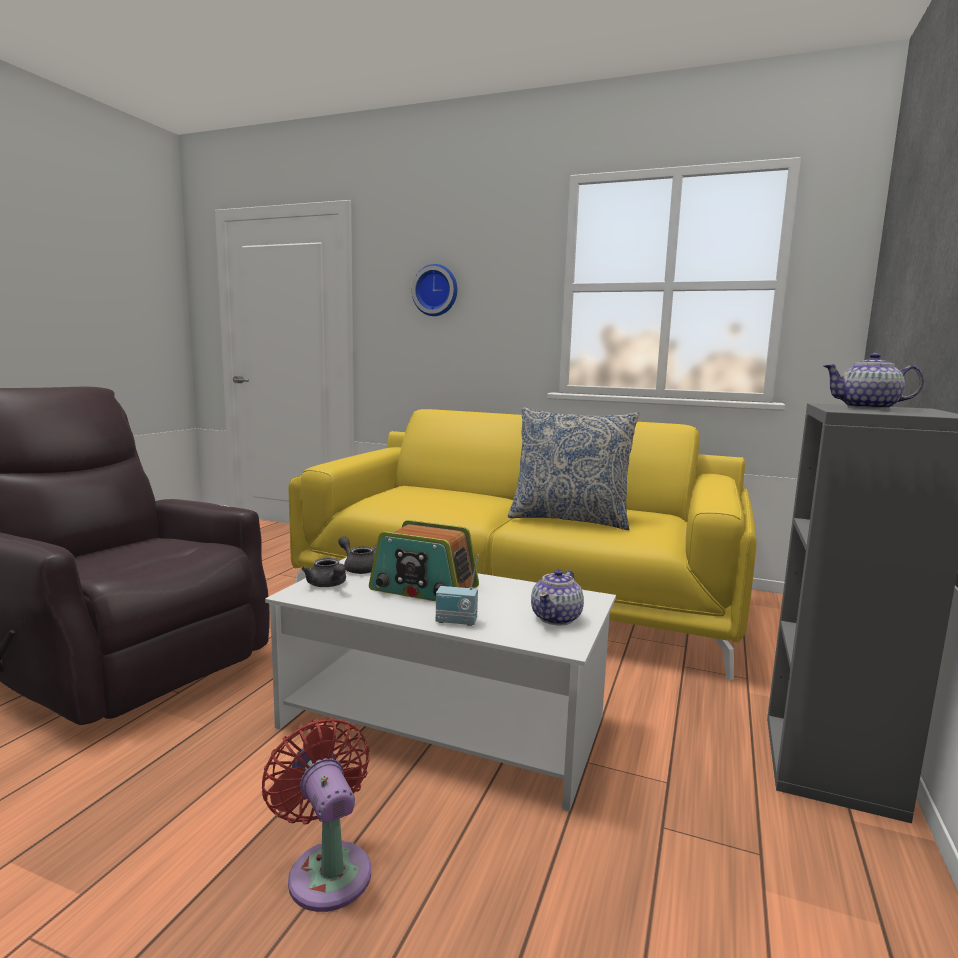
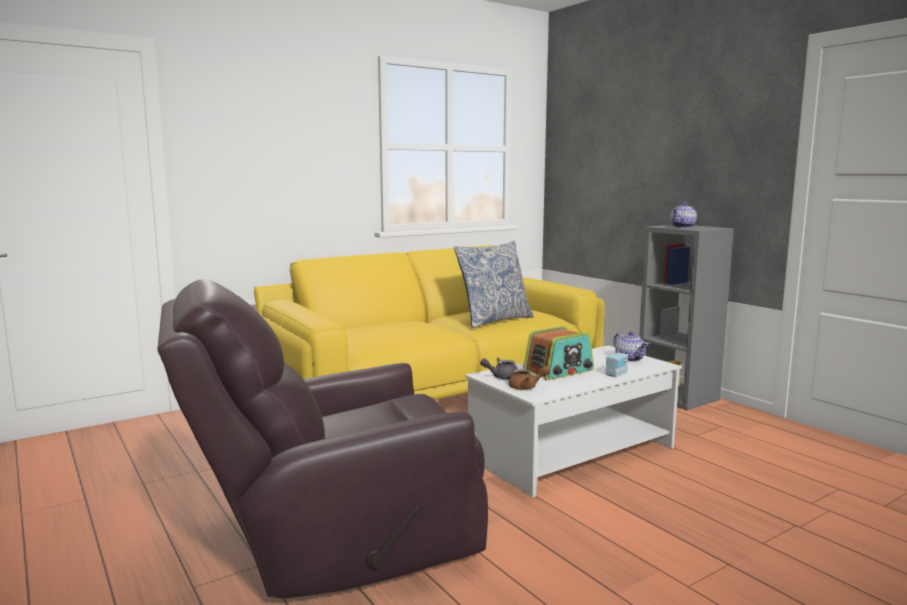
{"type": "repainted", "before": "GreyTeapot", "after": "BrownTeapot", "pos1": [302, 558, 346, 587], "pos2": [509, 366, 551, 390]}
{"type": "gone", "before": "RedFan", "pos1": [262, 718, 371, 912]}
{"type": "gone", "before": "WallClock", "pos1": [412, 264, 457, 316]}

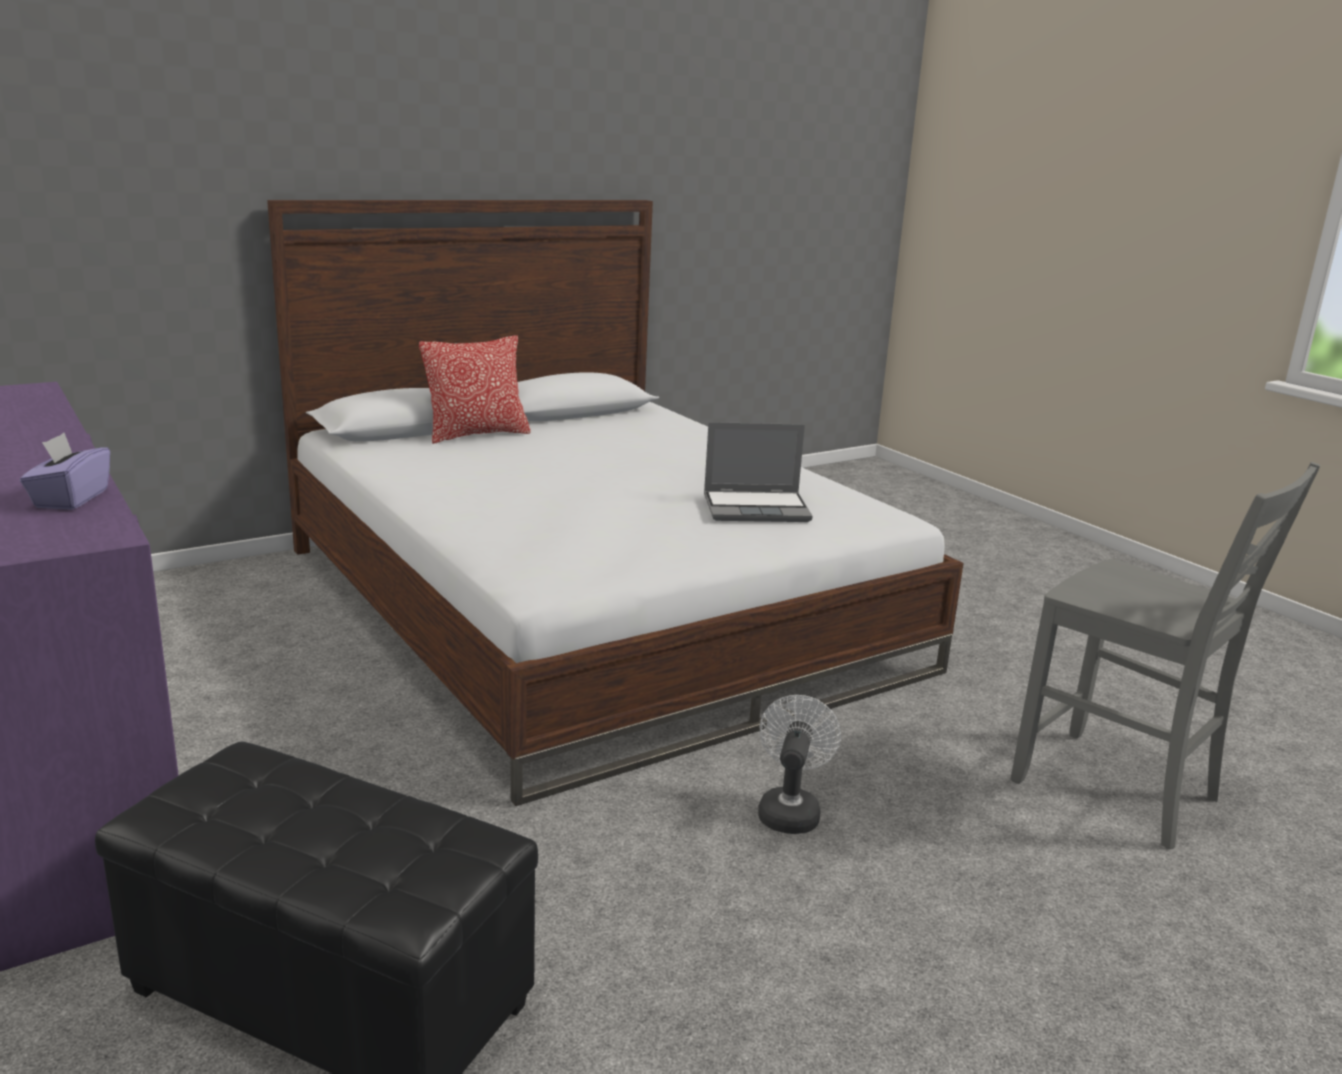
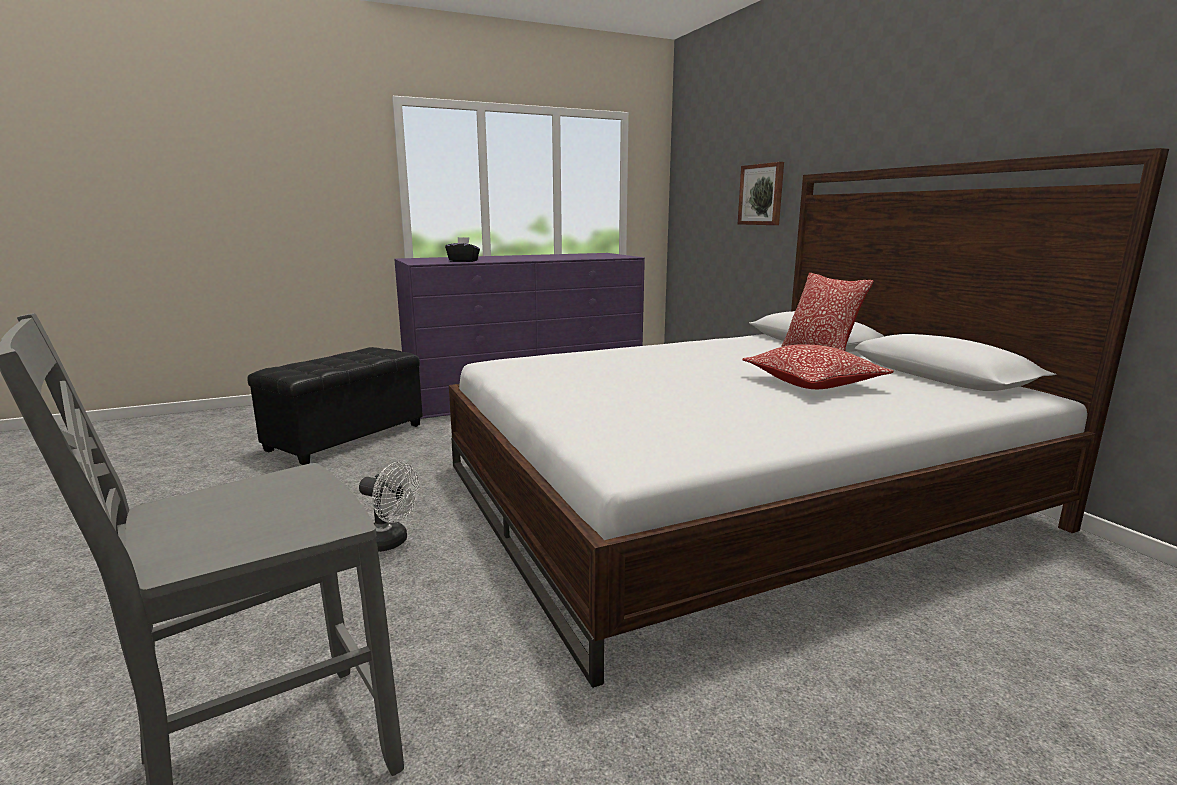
{"type": "repainted", "before": "PurpleTissueBox", "after": "BlackTissueBox", "pos1": [20, 433, 110, 510], "pos2": [445, 237, 480, 262]}
{"type": "new", "after": "Picture", "pos2": [738, 162, 784, 225]}
{"type": "new", "after": "Pillow", "pos2": [742, 344, 894, 389]}
{"type": "gone", "before": "Laptop", "pos1": [704, 422, 813, 522]}

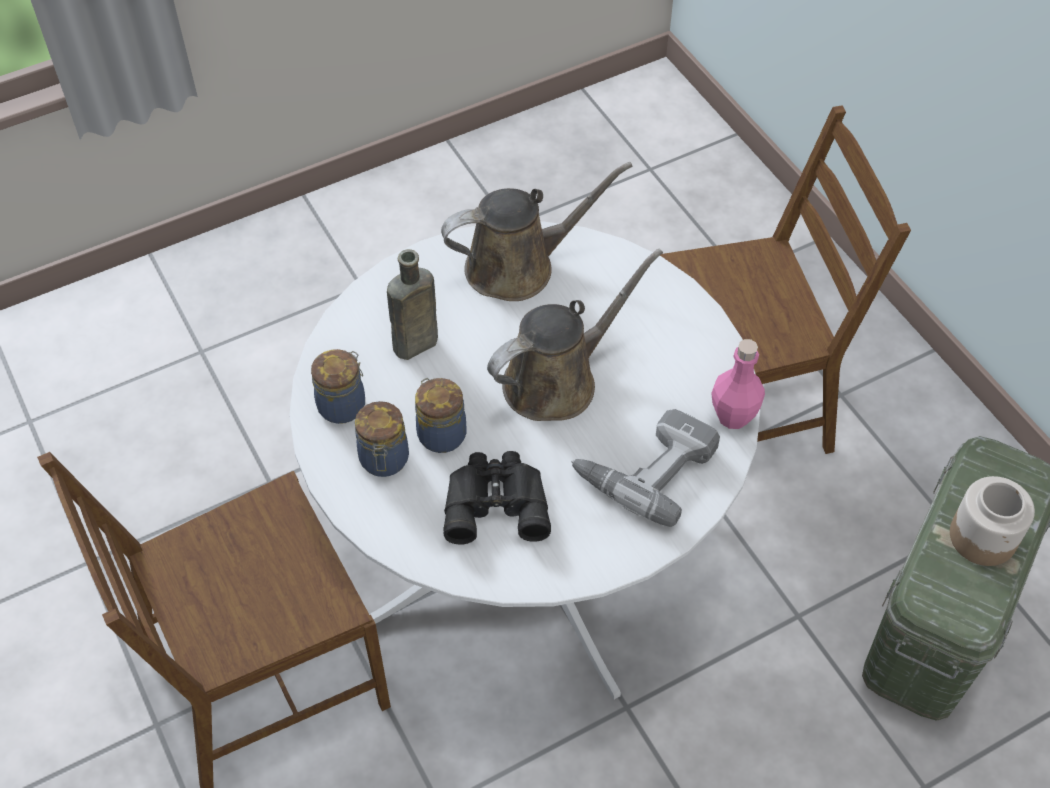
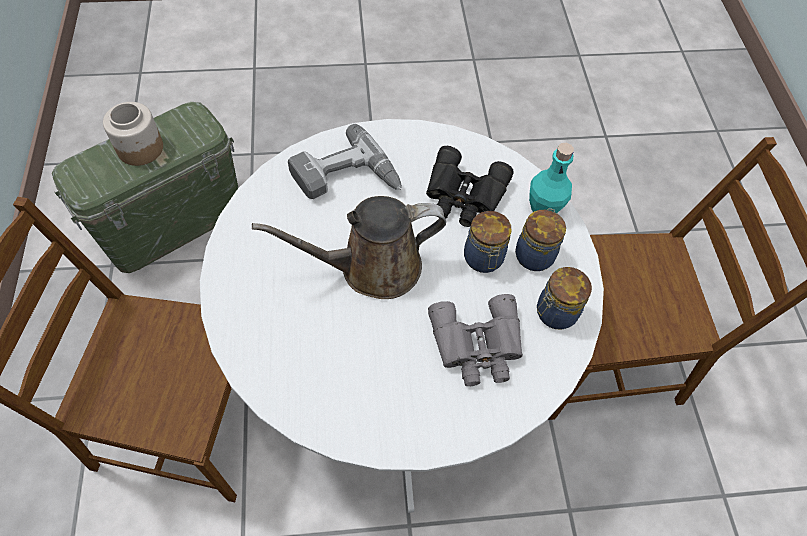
{"type": "swapped", "before": "BrownBottle", "after": "GreyBinoculars", "pos1": [387, 249, 438, 360], "pos2": [428, 294, 523, 386]}
{"type": "new", "after": "TurquoiseBottle", "pos2": [529, 143, 574, 213]}
{"type": "gone", "before": "BrownWateringCan", "pos1": [441, 162, 633, 301]}
{"type": "gone", "before": "PinkBottle", "pos1": [711, 339, 765, 429]}

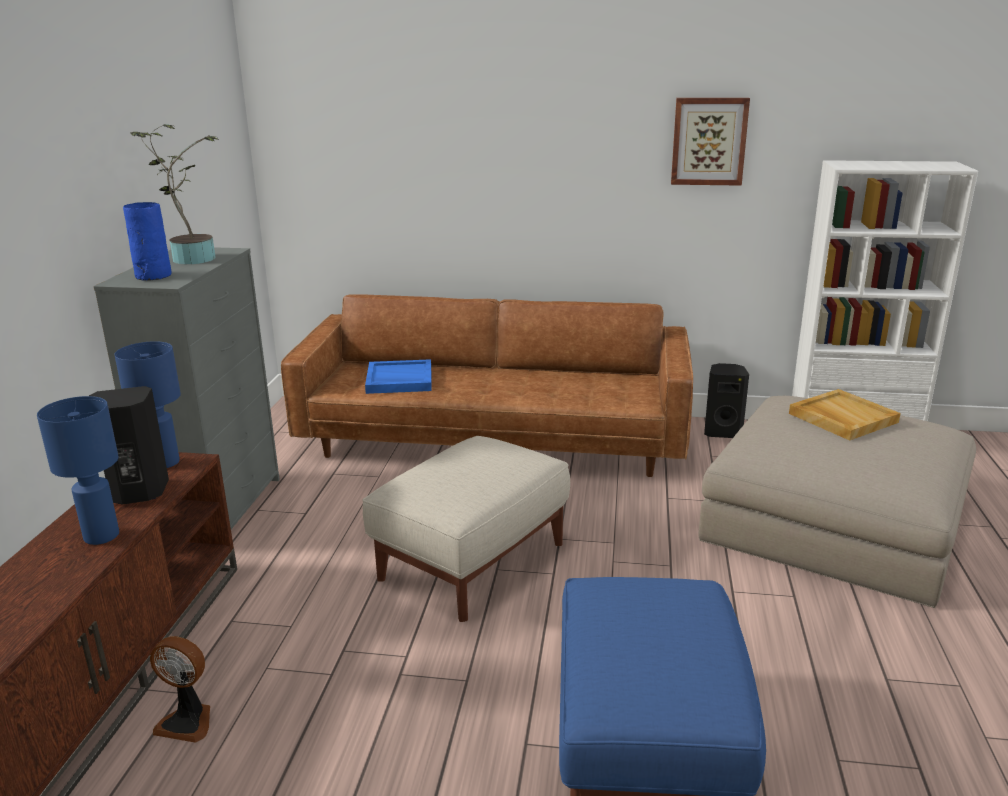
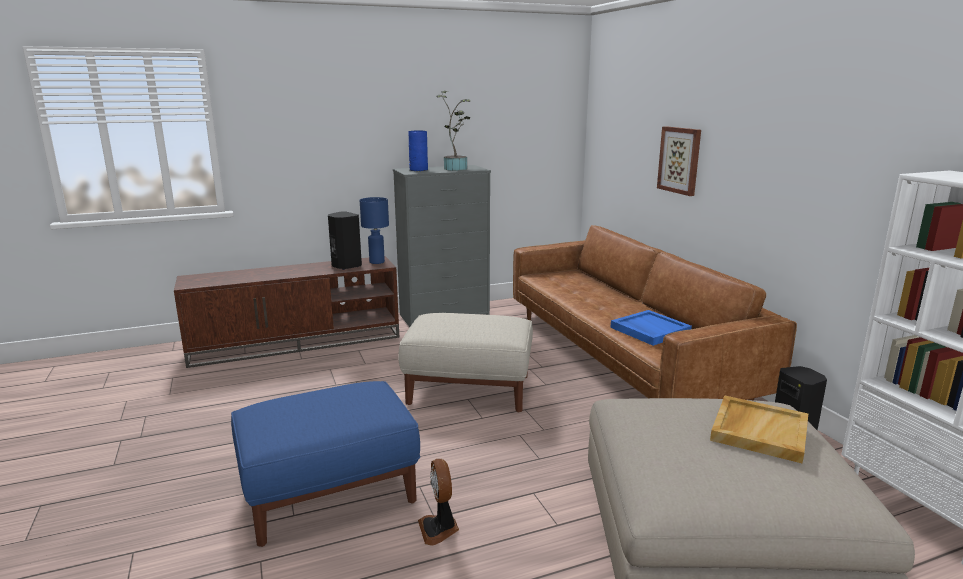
{"type": "shifted", "before": "Fan", "pos1": [150, 636, 210, 743], "pos2": [418, 459, 459, 546]}
{"type": "shifted", "before": "BlueTray", "pos1": [365, 359, 431, 394], "pos2": [611, 310, 692, 346]}
{"type": "shifted", "before": "Picture", "pos1": [671, 98, 750, 186], "pos2": [657, 126, 701, 196]}
{"type": "gone", "before": "BlueTableLamp", "pos1": [37, 396, 119, 545]}

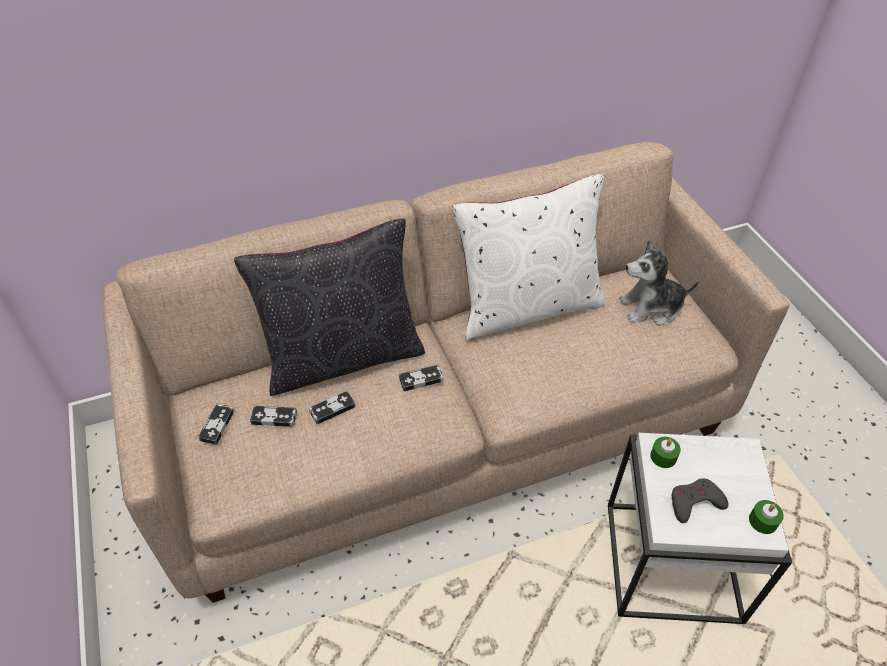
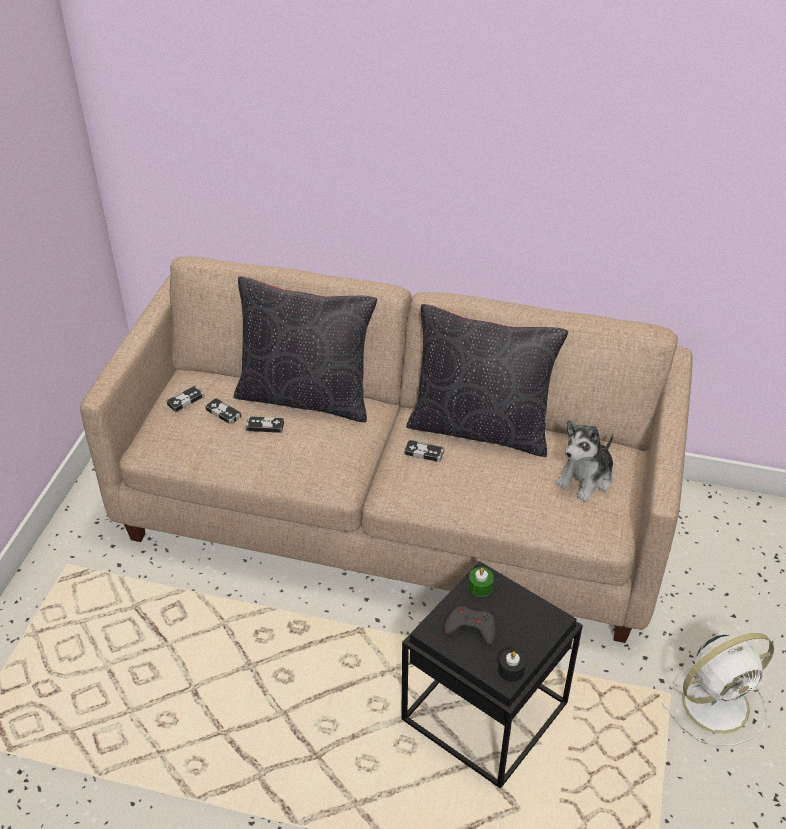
{"type": "repainted", "before": "WhiteSideTable", "after": "BlackSideTable", "pos1": [608, 433, 792, 624], "pos2": [401, 561, 583, 789]}
{"type": "shifted", "before": "GameController", "pos1": [399, 365, 443, 391], "pos2": [404, 440, 444, 462]}
{"type": "repainted", "before": "WhitePillow", "after": "BlackPillow", "pos1": [452, 174, 605, 340], "pos2": [406, 304, 568, 457]}
{"type": "repainted", "before": "GreenCandle", "after": "BlackCandle", "pos1": [749, 500, 784, 534], "pos2": [498, 649, 526, 682]}
{"type": "rotated", "before": "PlushToy", "pos1": [619, 240, 699, 326], "pos2": [555, 420, 614, 502], "turn": -75}
{"type": "new", "after": "WhiteFan", "pos2": [662, 633, 774, 746]}

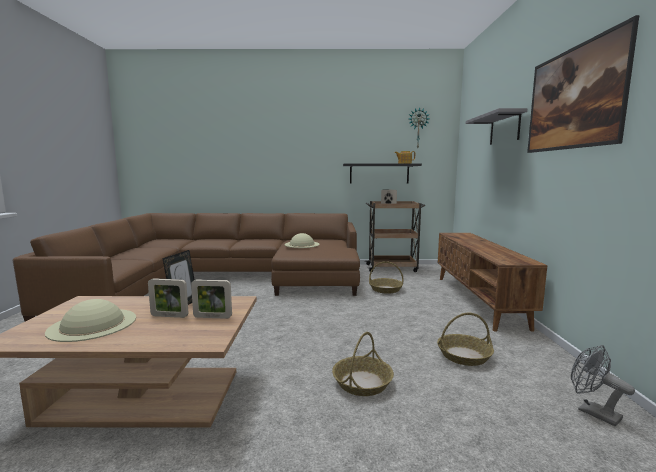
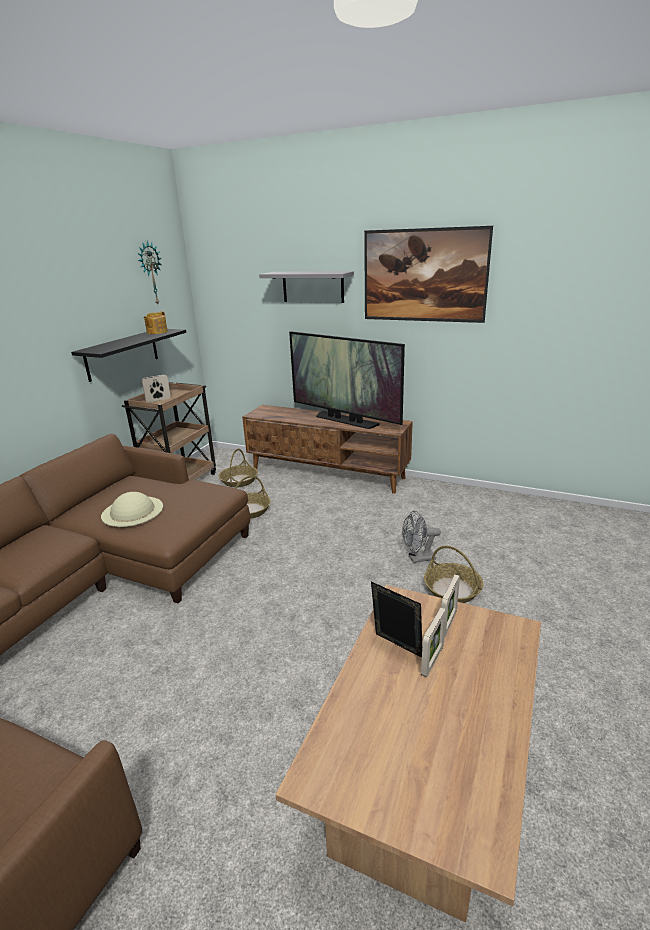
{"type": "shifted", "before": "Basket", "pos1": [437, 313, 494, 366], "pos2": [219, 449, 258, 487]}
{"type": "new", "after": "Television", "pos2": [289, 331, 405, 429]}
{"type": "shifted", "before": "GreyFan", "pos1": [571, 345, 635, 426], "pos2": [402, 511, 441, 563]}
{"type": "gone", "before": "BeigeHat", "pos1": [45, 299, 136, 342]}

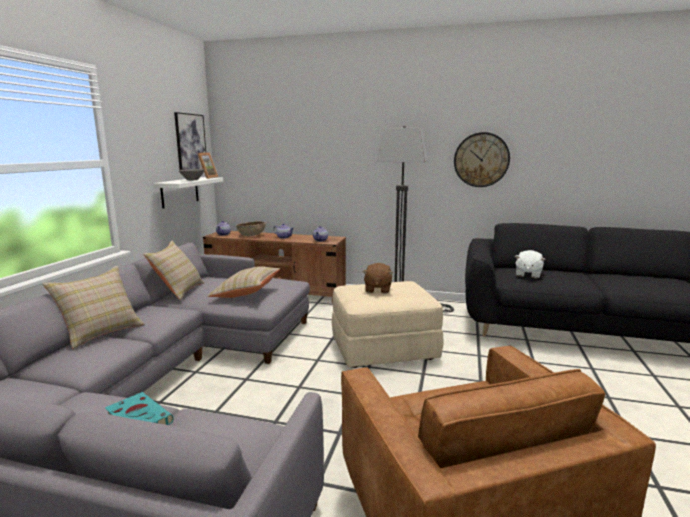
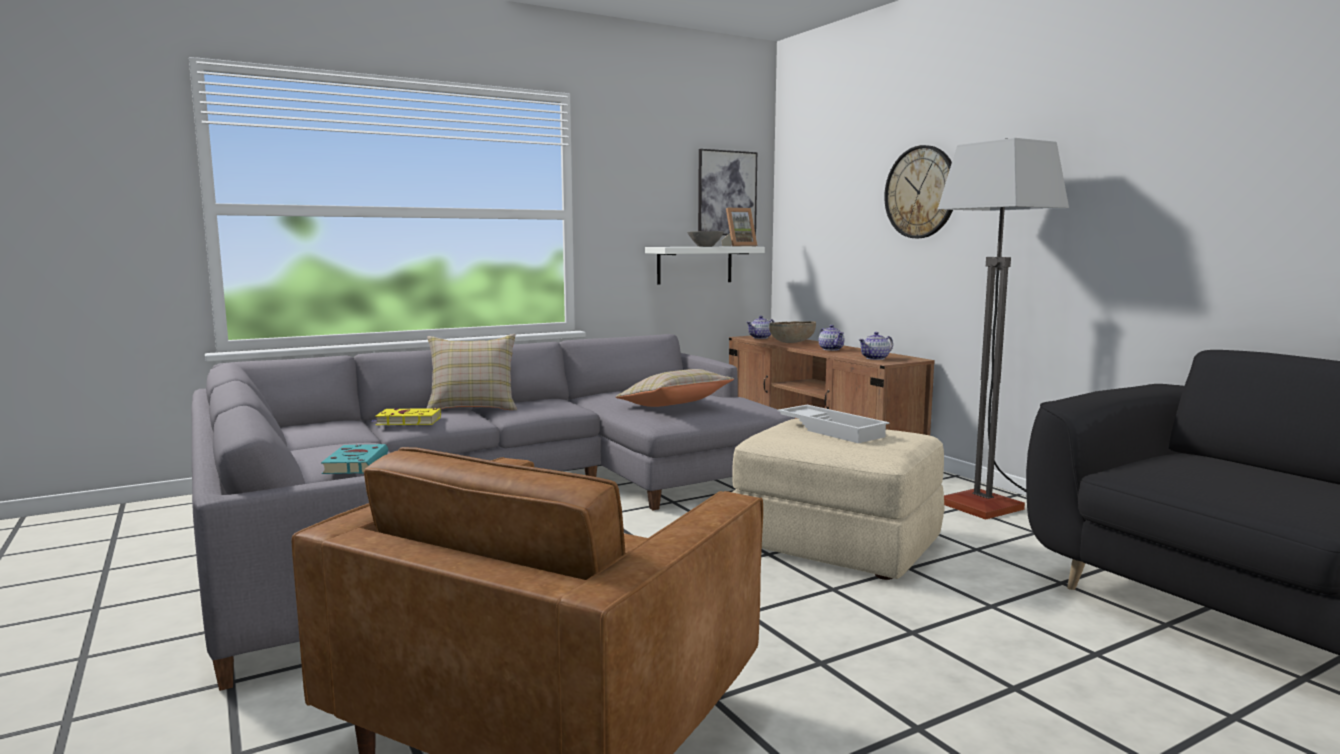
{"type": "new", "after": "YellowBook", "pos2": [371, 408, 441, 425]}
{"type": "swapped", "before": "BrownPlushToy", "after": "WhiteTray", "pos1": [362, 263, 393, 294], "pos2": [777, 405, 889, 443]}
{"type": "shifted", "before": "WallClock", "pos1": [454, 132, 510, 187], "pos2": [884, 145, 953, 238]}
{"type": "gone", "before": "BeigePillow", "pos1": [143, 240, 204, 300]}
{"type": "gone", "before": "WhitePlushToy", "pos1": [515, 250, 545, 279]}

